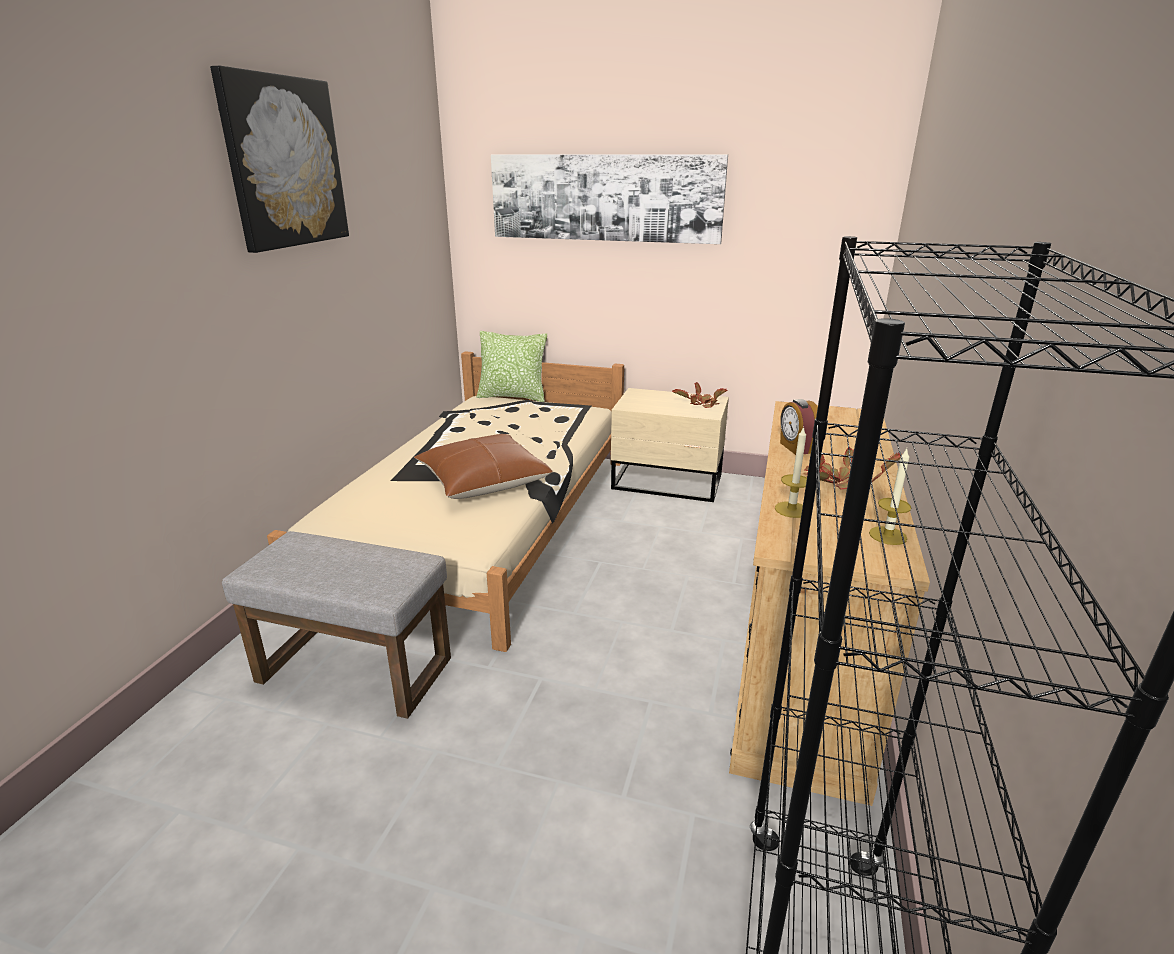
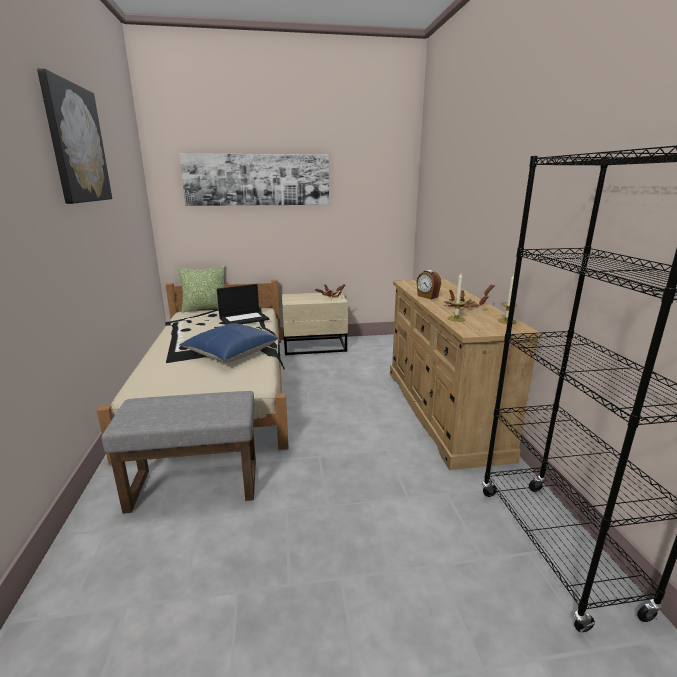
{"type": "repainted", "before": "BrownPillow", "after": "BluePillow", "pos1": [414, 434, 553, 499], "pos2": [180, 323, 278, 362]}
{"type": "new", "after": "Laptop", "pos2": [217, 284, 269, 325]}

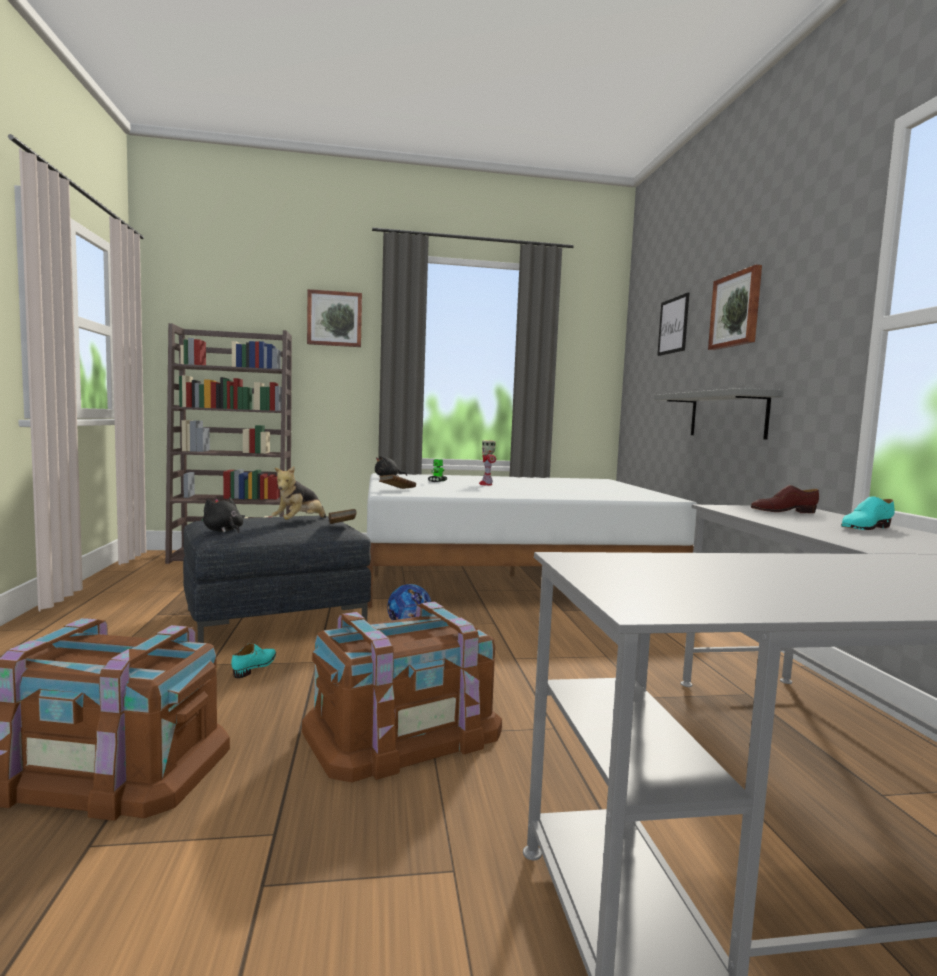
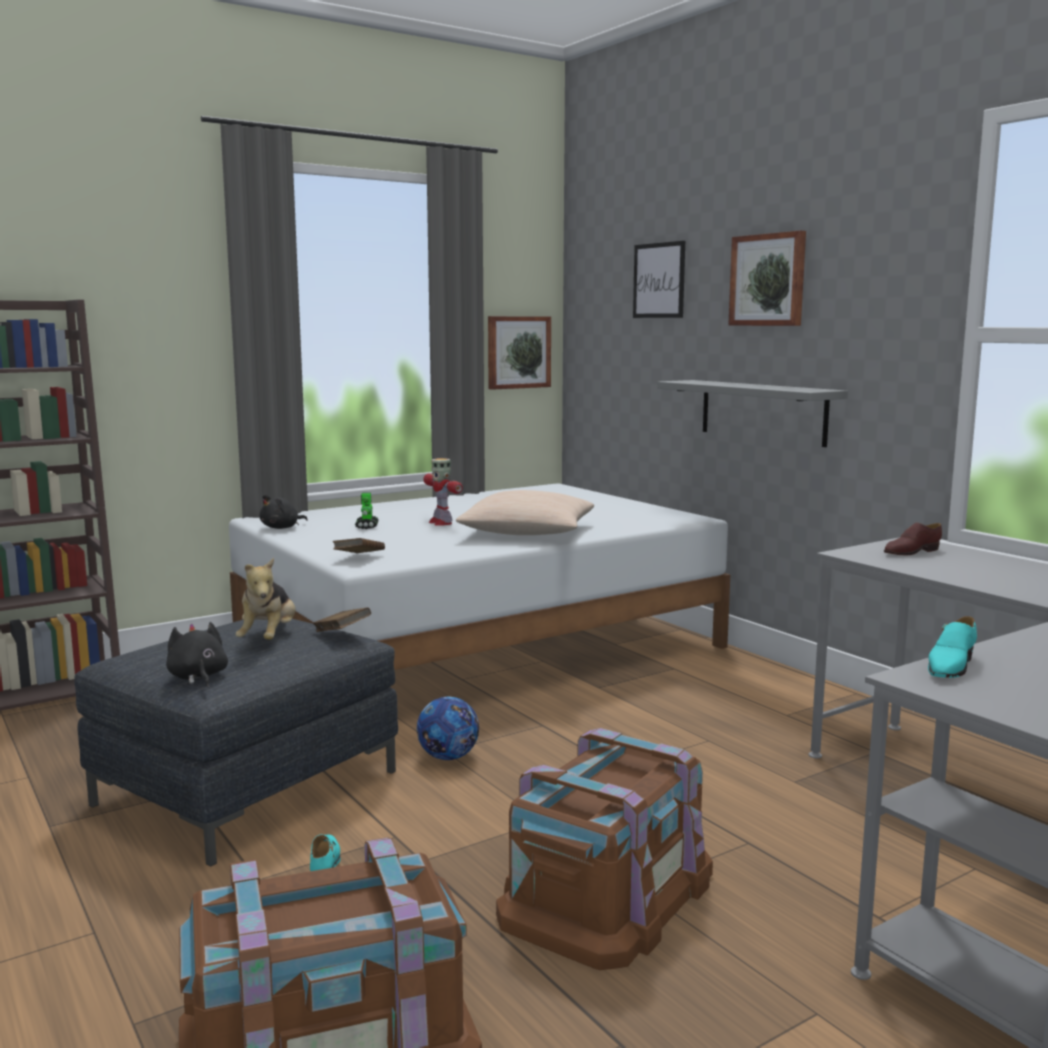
{"type": "rotated", "before": "BlackPlushToy", "pos1": [203, 497, 243, 533], "pos2": [166, 622, 228, 687], "turn": 45}
{"type": "new", "after": "BeigePillow", "pos2": [456, 490, 594, 535]}
{"type": "shifted", "before": "Picture", "pos1": [307, 289, 362, 347], "pos2": [488, 316, 551, 390]}
{"type": "shifted", "before": "TurquoiseShoe", "pos1": [841, 496, 895, 530], "pos2": [928, 616, 977, 678]}

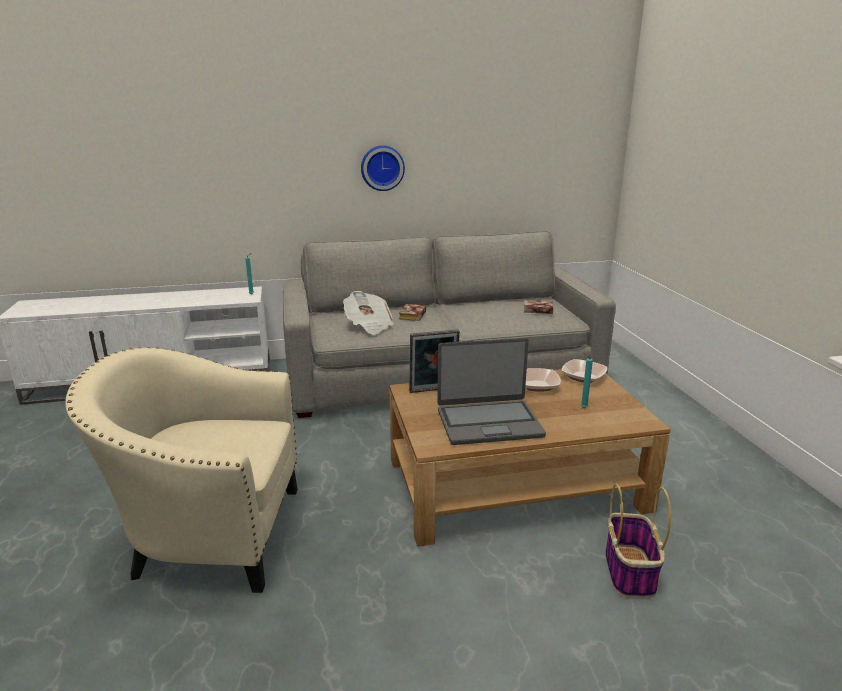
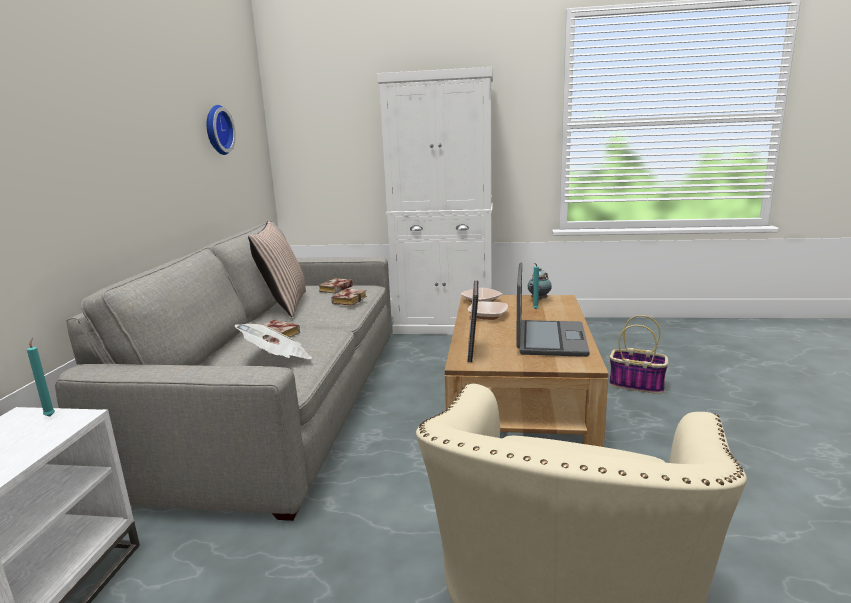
{"type": "shifted", "before": "WallClock", "pos1": [361, 145, 405, 191], "pos2": [207, 105, 236, 155]}
{"type": "new", "after": "Pillow", "pos2": [248, 221, 306, 317]}
{"type": "new", "after": "Book", "pos2": [331, 289, 367, 306]}
{"type": "new", "after": "WhiteCabinet", "pos2": [377, 67, 493, 334]}
{"type": "new", "after": "Teapot", "pos2": [528, 268, 552, 301]}

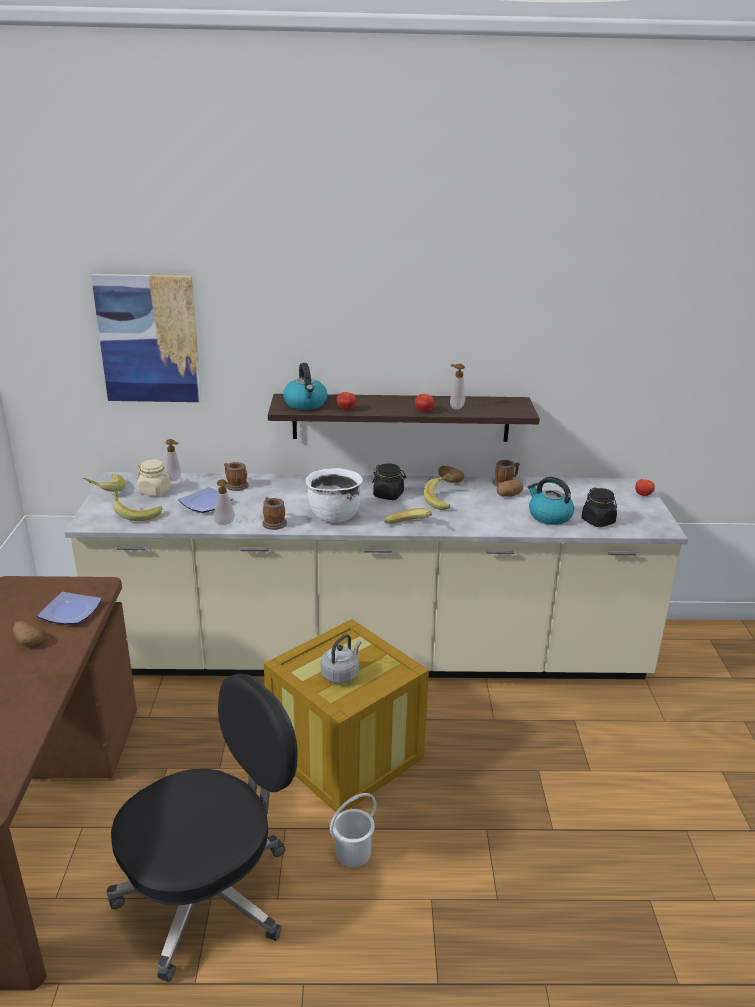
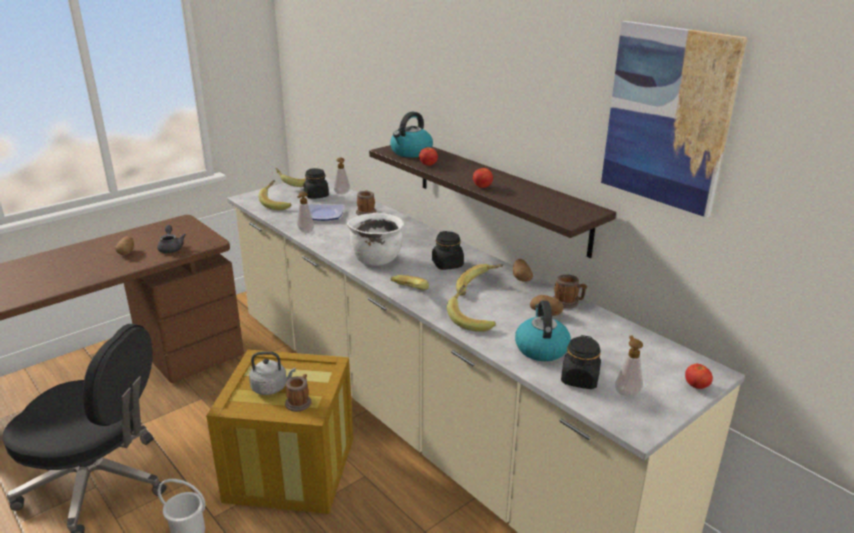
{"type": "swapped", "before": "Plate", "after": "GreyTeapot", "pos1": [37, 592, 102, 624], "pos2": [157, 225, 186, 253]}
{"type": "shifted", "before": "Mug", "pos1": [262, 497, 287, 530], "pos2": [285, 374, 311, 412]}
{"type": "repainted", "before": "BeigeJar", "after": "BlackJar", "pos1": [137, 459, 171, 496], "pos2": [304, 168, 329, 199]}
{"type": "new", "after": "Banana", "pos2": [447, 285, 496, 332]}
{"type": "shifted", "before": "Picture", "pos1": [91, 274, 202, 402], "pos2": [601, 21, 747, 217]}
{"type": "shifted", "before": "SoapDispenser", "pos1": [450, 364, 465, 410], "pos2": [615, 336, 643, 396]}

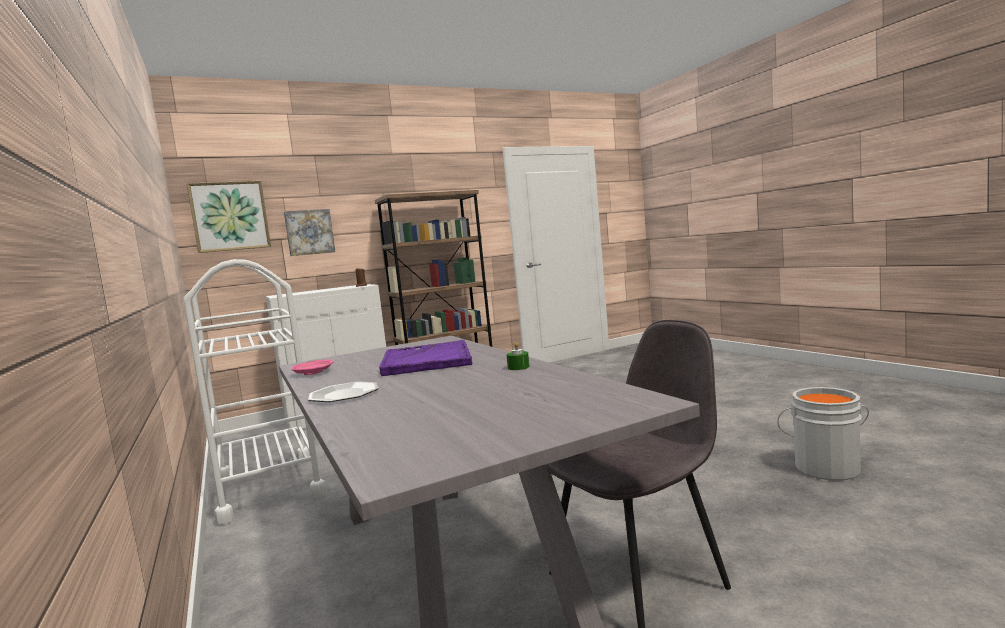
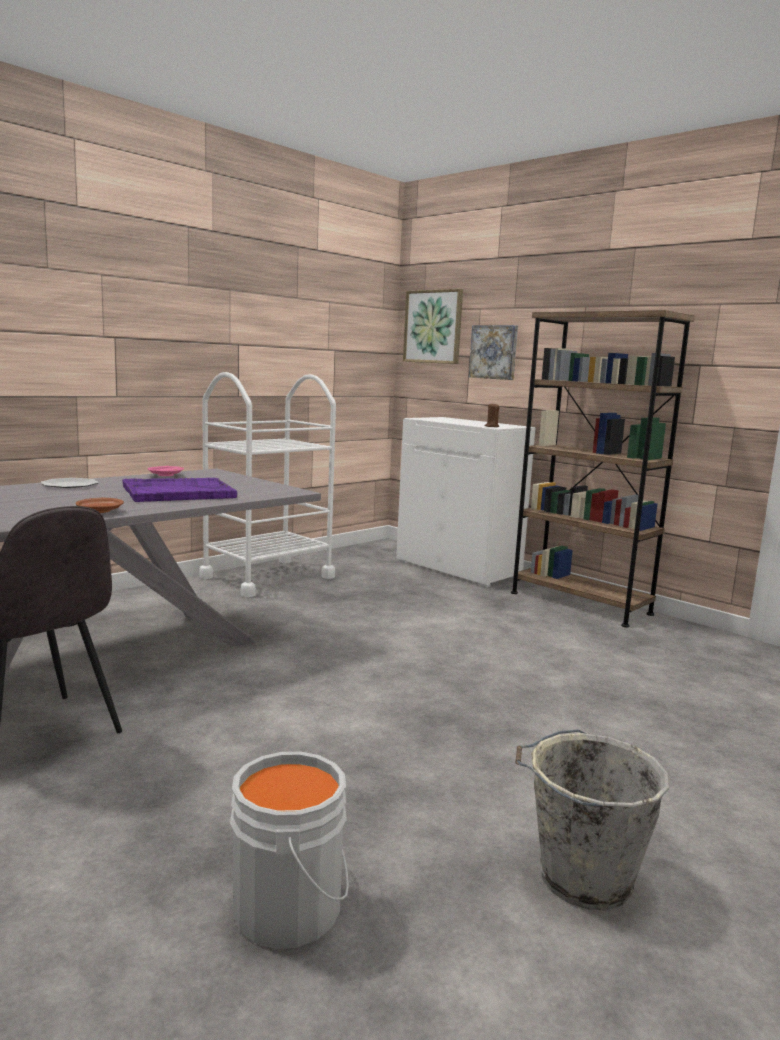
{"type": "swapped", "before": "GreenCandle", "after": "BrownPlate", "pos1": [506, 342, 529, 370], "pos2": [76, 498, 124, 513]}
{"type": "new", "after": "GreyBucket", "pos2": [515, 729, 669, 910]}

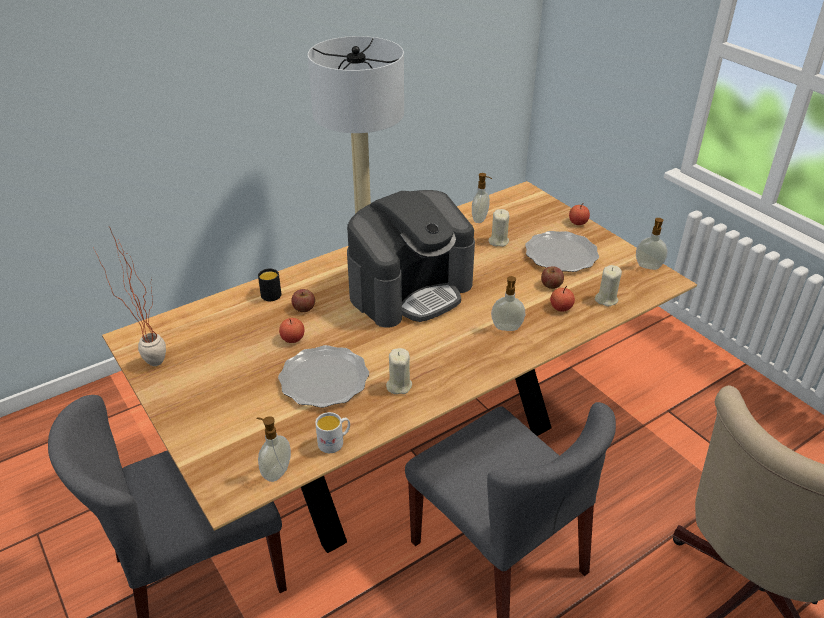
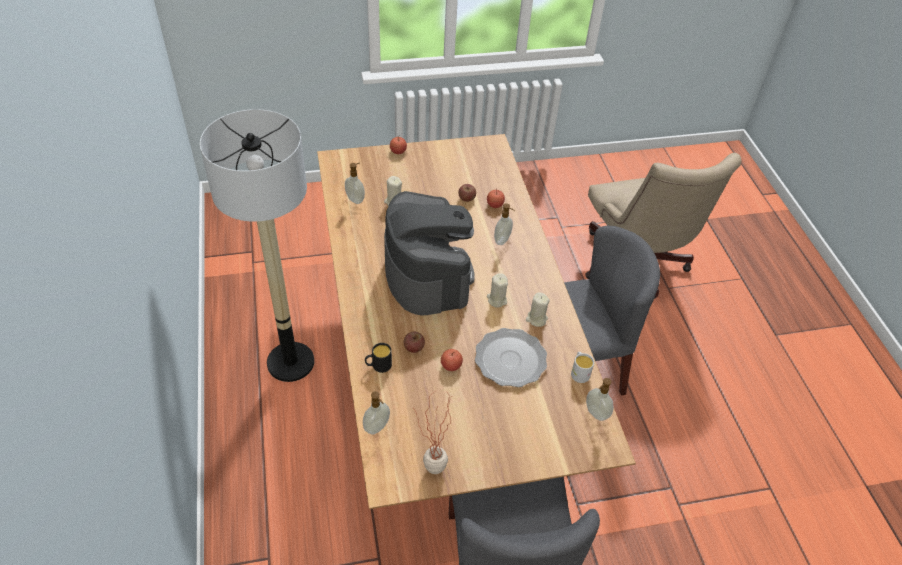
{"type": "shifted", "before": "SoapDispenser", "pos1": [636, 218, 668, 270], "pos2": [363, 391, 390, 434]}
{"type": "shifted", "before": "BeigeCandle", "pos1": [595, 265, 622, 306], "pos2": [487, 273, 508, 308]}
{"type": "gone", "before": "Plate", "pos1": [525, 231, 599, 272]}

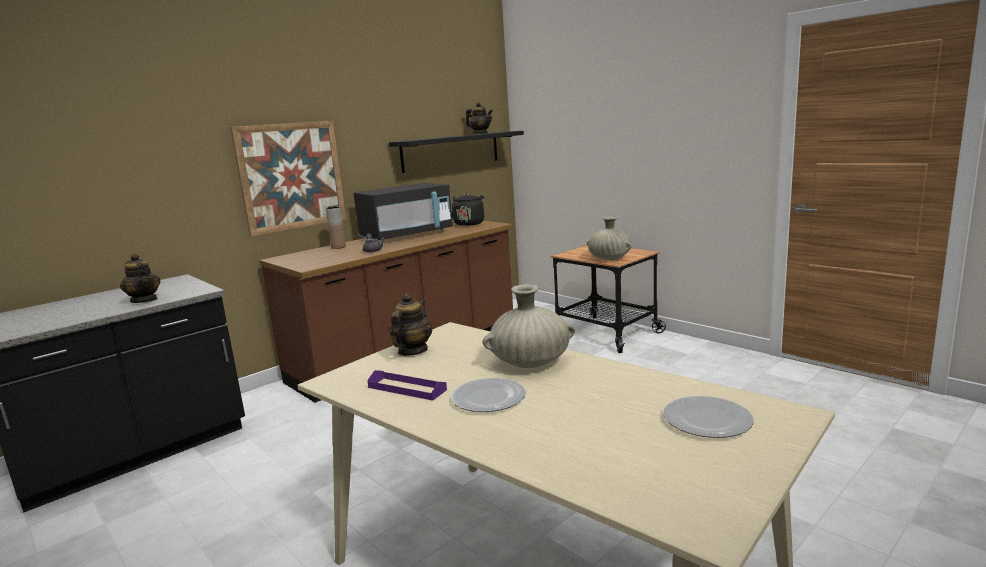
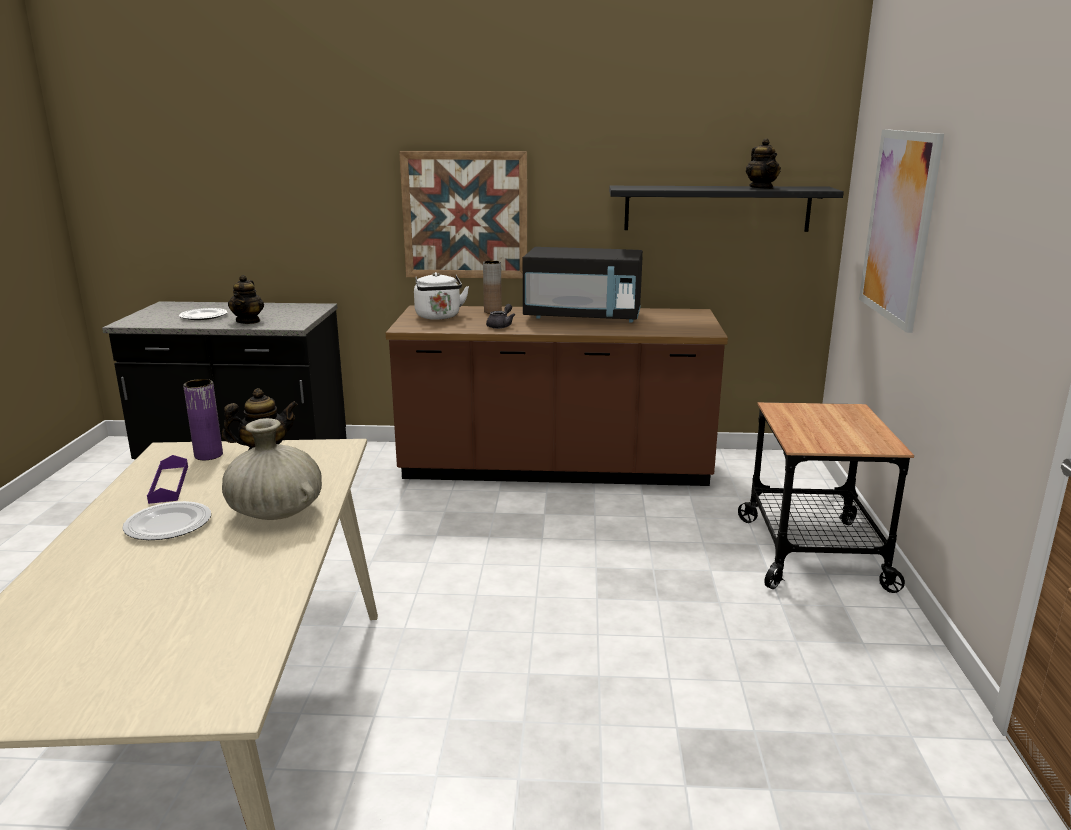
{"type": "shifted", "before": "Plate", "pos1": [664, 396, 754, 438], "pos2": [179, 308, 228, 320]}
{"type": "new", "after": "PurpleVase", "pos2": [183, 379, 223, 460]}
{"type": "new", "after": "WhiteKettle", "pos2": [414, 272, 469, 320]}
{"type": "new", "after": "Picture", "pos2": [859, 129, 944, 333]}
{"type": "gone", "before": "BlackKettle", "pos1": [451, 193, 484, 226]}
{"type": "gone", "before": "BeigeVase", "pos1": [587, 217, 632, 260]}

